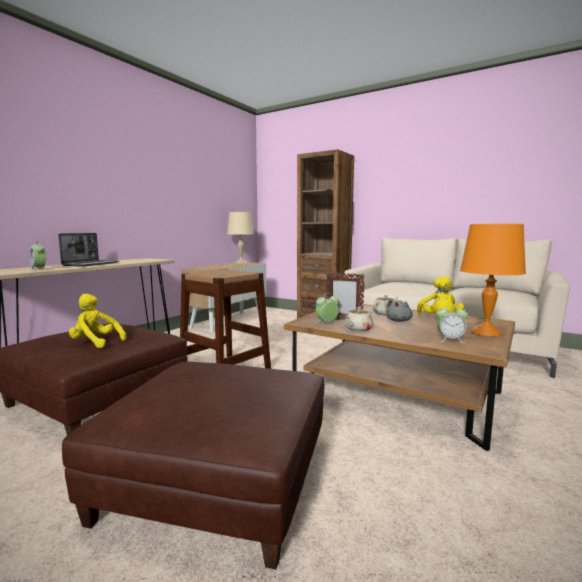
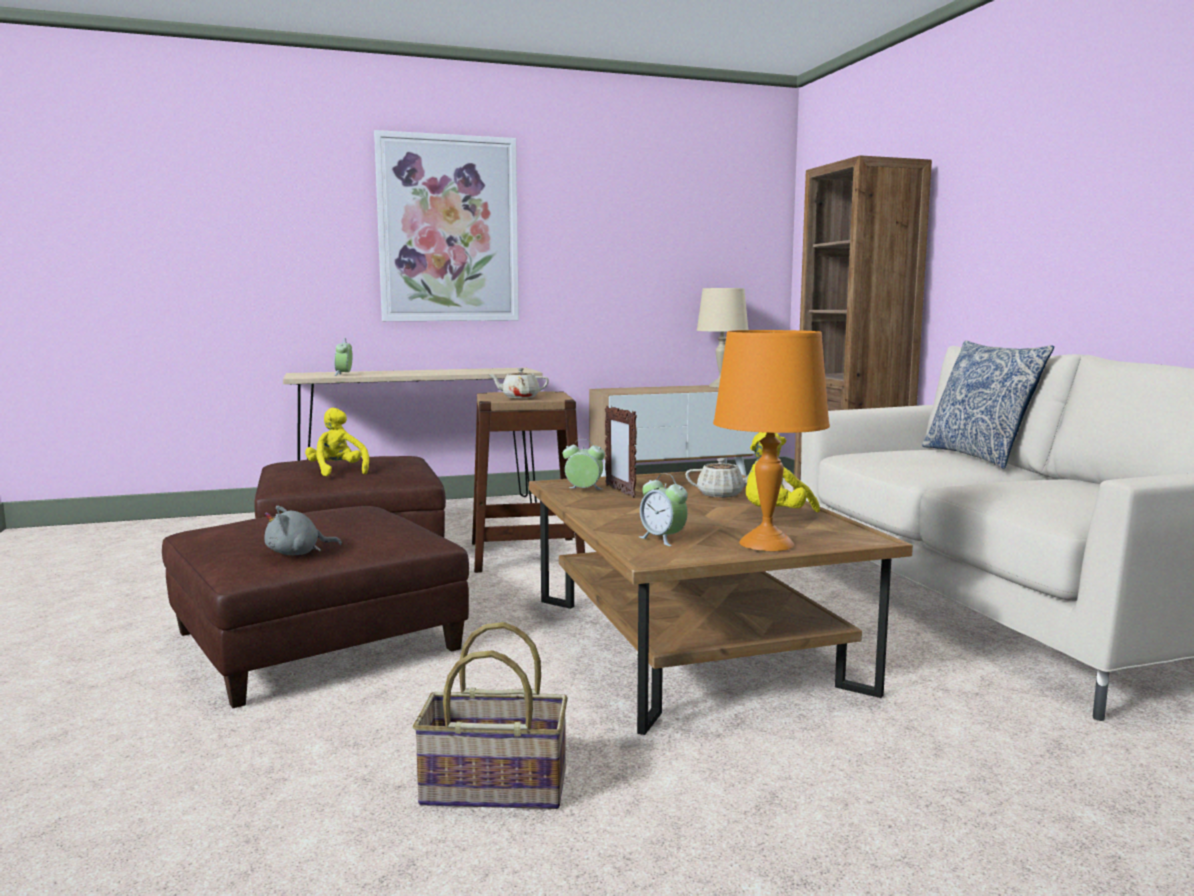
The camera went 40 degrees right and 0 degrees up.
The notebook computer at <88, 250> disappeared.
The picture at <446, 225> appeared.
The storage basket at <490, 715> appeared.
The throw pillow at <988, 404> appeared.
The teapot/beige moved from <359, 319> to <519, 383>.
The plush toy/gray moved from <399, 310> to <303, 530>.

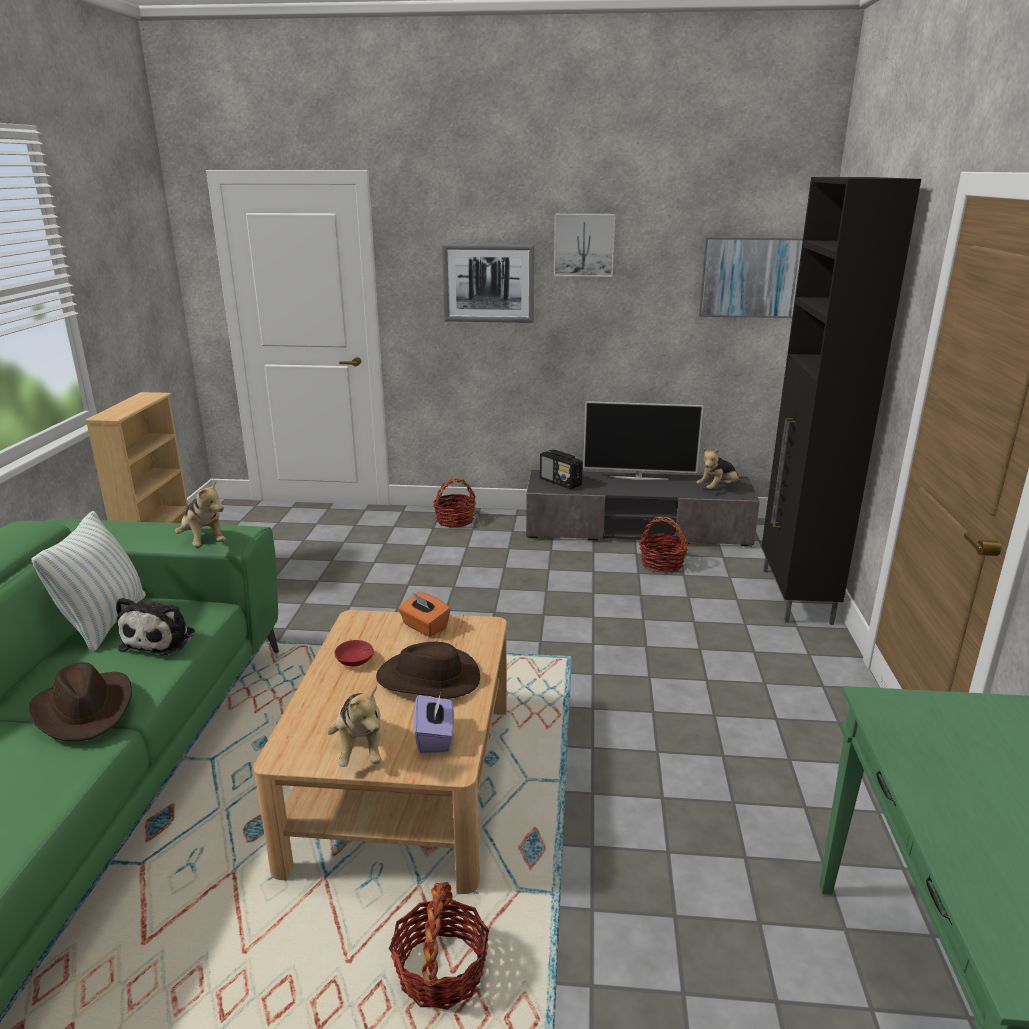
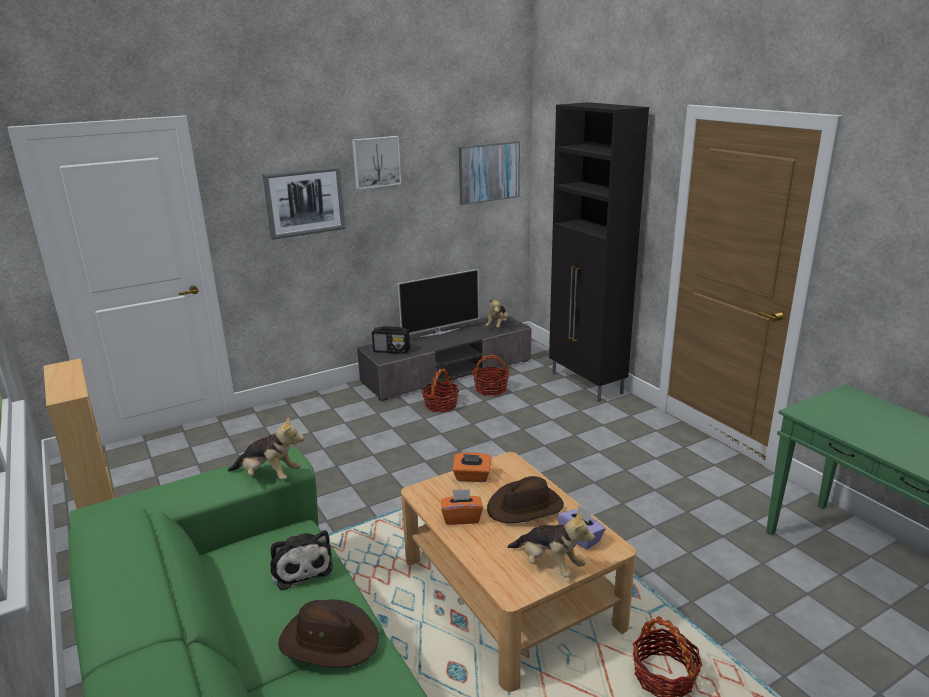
The camera went 35 degrees left and 0 degrees up.
The throw pillow at <89, 582> disappeared.
The storage basket moved from <454, 502> to <440, 390>.
The bowl/red at <354, 653> was replaced by the tissue box/orangey at <462, 507>.

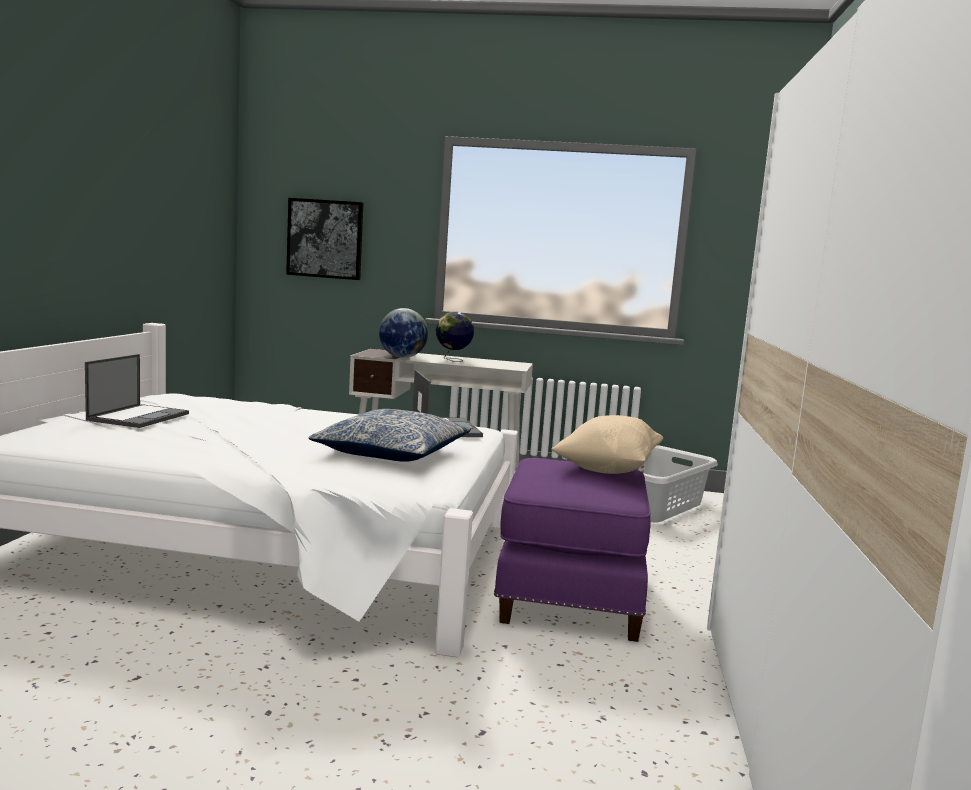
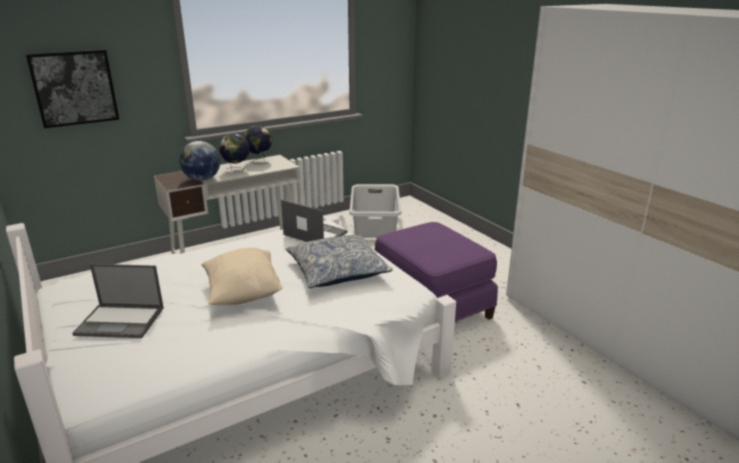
The camera went 40 degrees left and 15 degrees up.
The world globe at <258, 144> appeared.
The throw pillow/beige moved from <607, 444> to <242, 276>.
The notebook computer at <137, 391> turned 120 degrees clockwise.

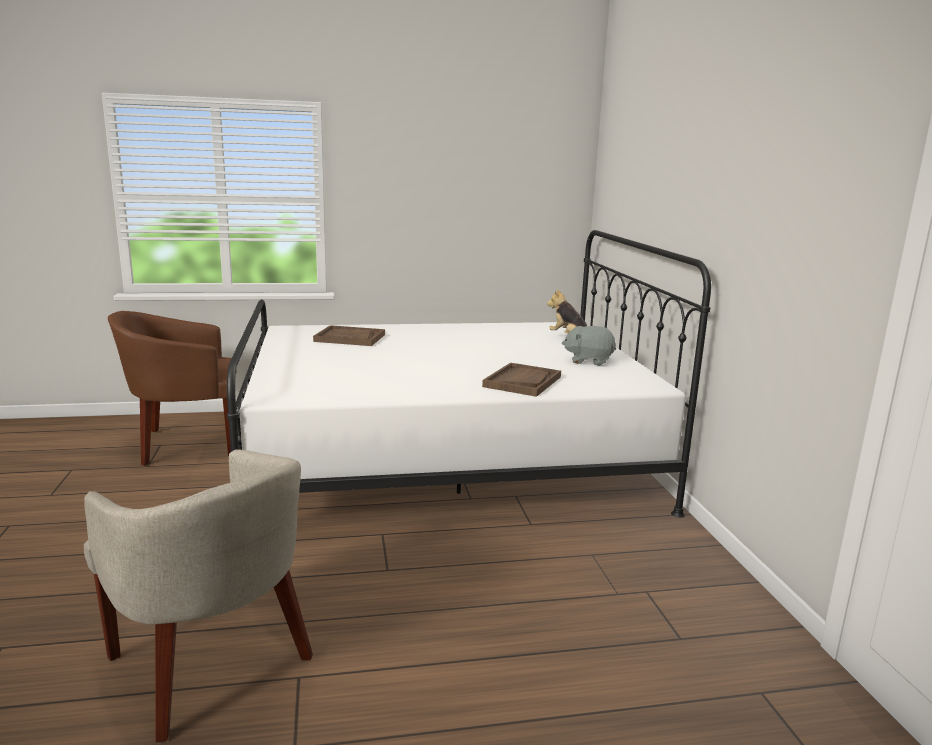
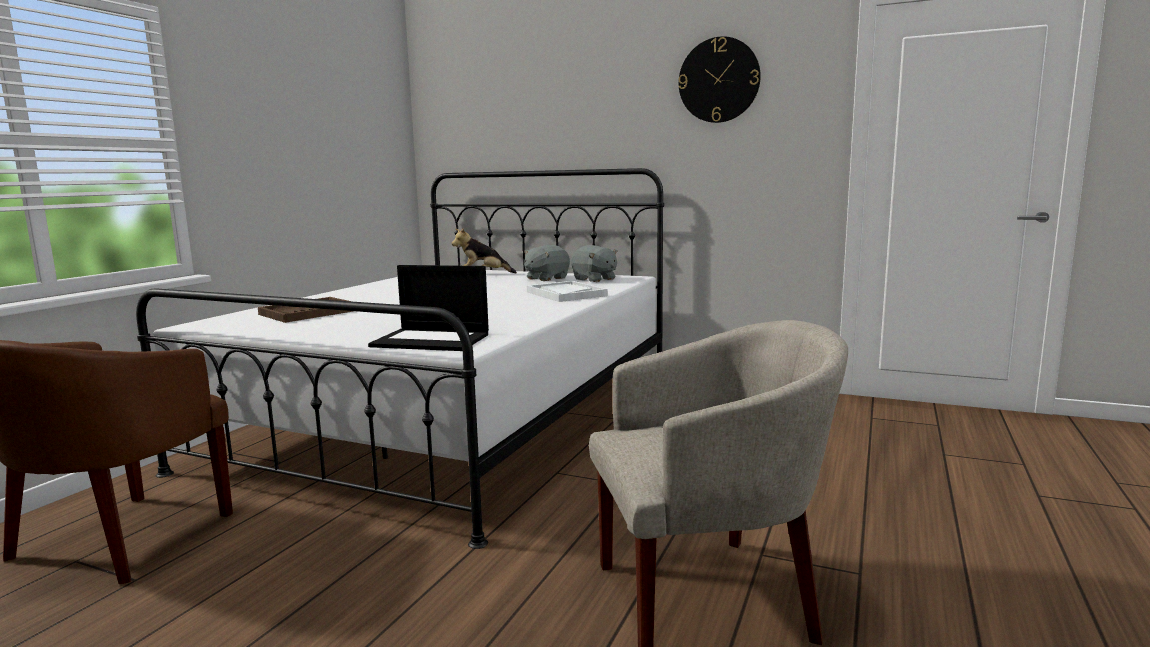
The camera went 55 degrees left and 5 degrees down.
The notebook computer at <428, 308> appeared.
The plush toy/gray at <594, 263> appeared.
The hanging clock at <719, 79> appeared.
The tray/brown-coloured at <521, 380> became the tray/white at <567, 291>.

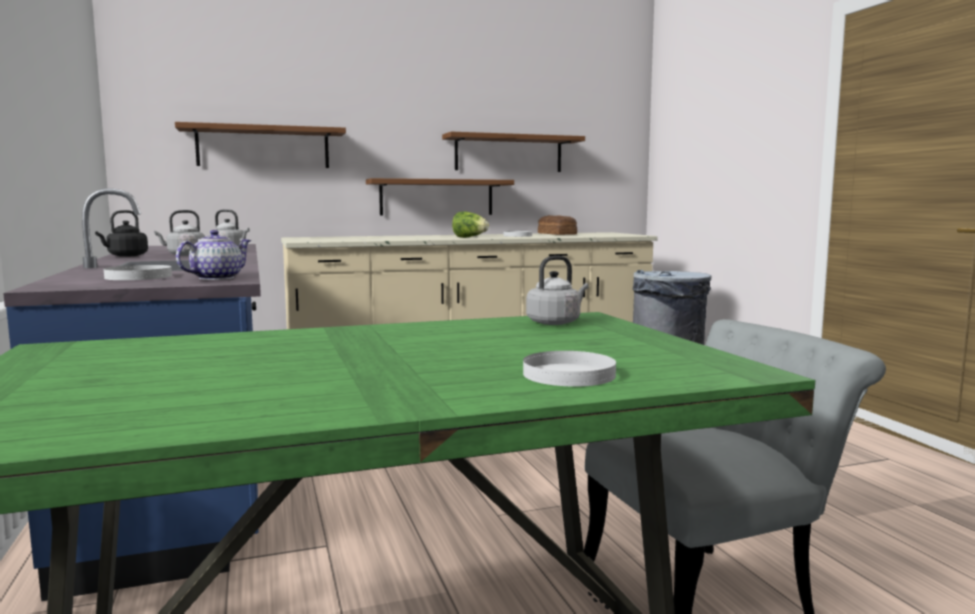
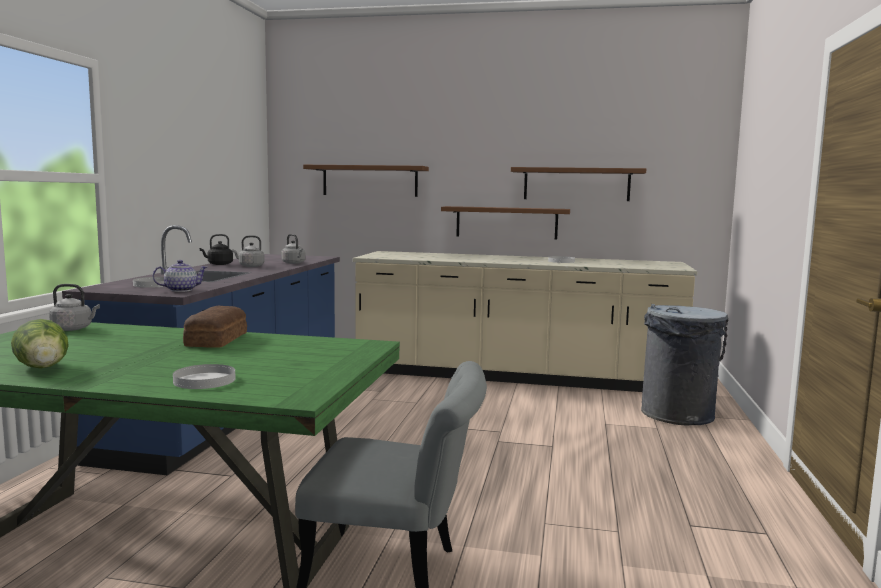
The camera went 30 degrees right and 0 degrees up.
The head of lettuce moved from <470, 225> to <40, 343>.
The kettle/gray moved from <557, 290> to <74, 307>.
The baked bread moved from <557, 225> to <215, 327>.

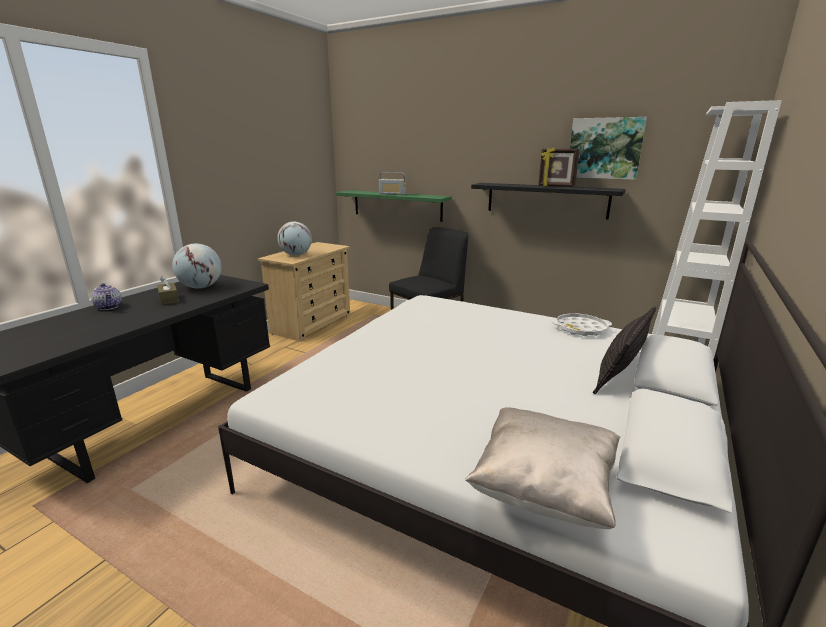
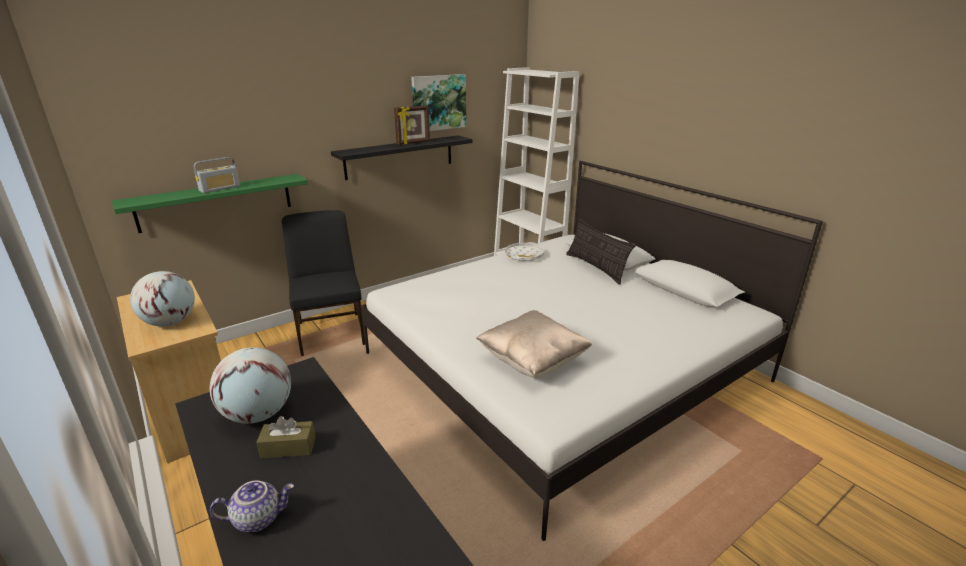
The camera went 65 degrees left and 5 degrees up.
The throw pillow/beige moved from <542, 468> to <534, 344>.

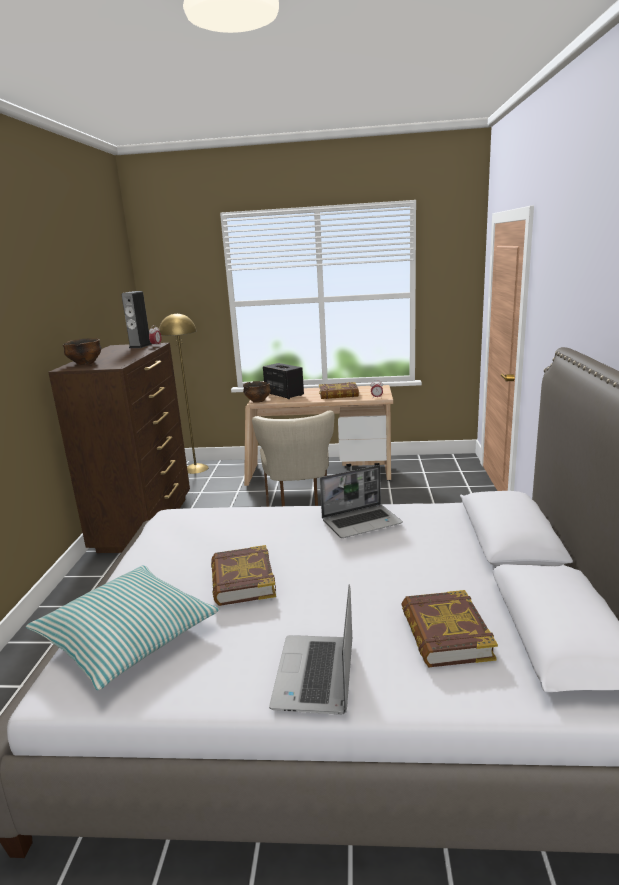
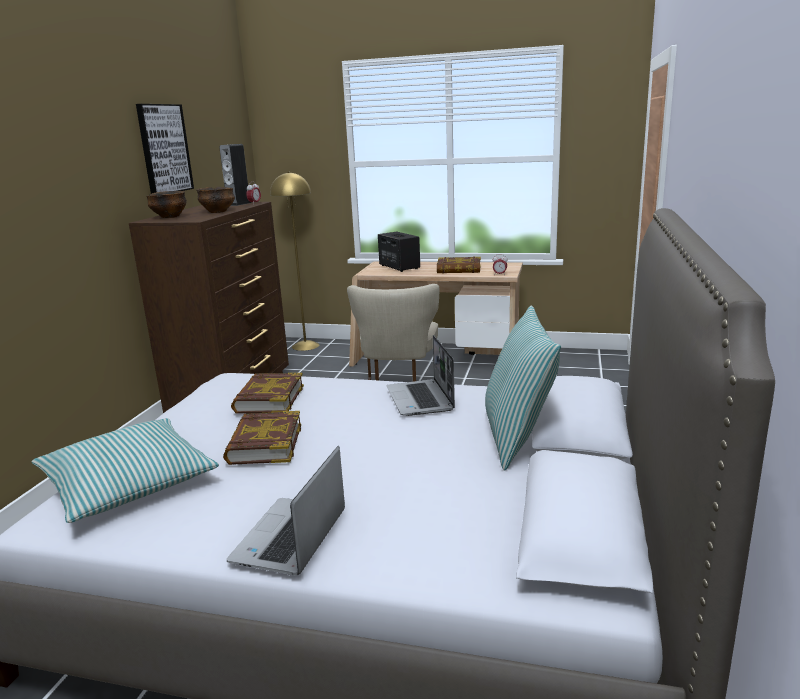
The camera went 10 degrees right and 0 degrees up.
The picture at <165, 149> appeared.
The throw pillow at <523, 388> appeared.
The bowl moved from <257, 392> to <215, 200>.
The bound book moved from <449, 628> to <267, 393>.
The notebook computer at <361, 501> turned 90 degrees clockwise.

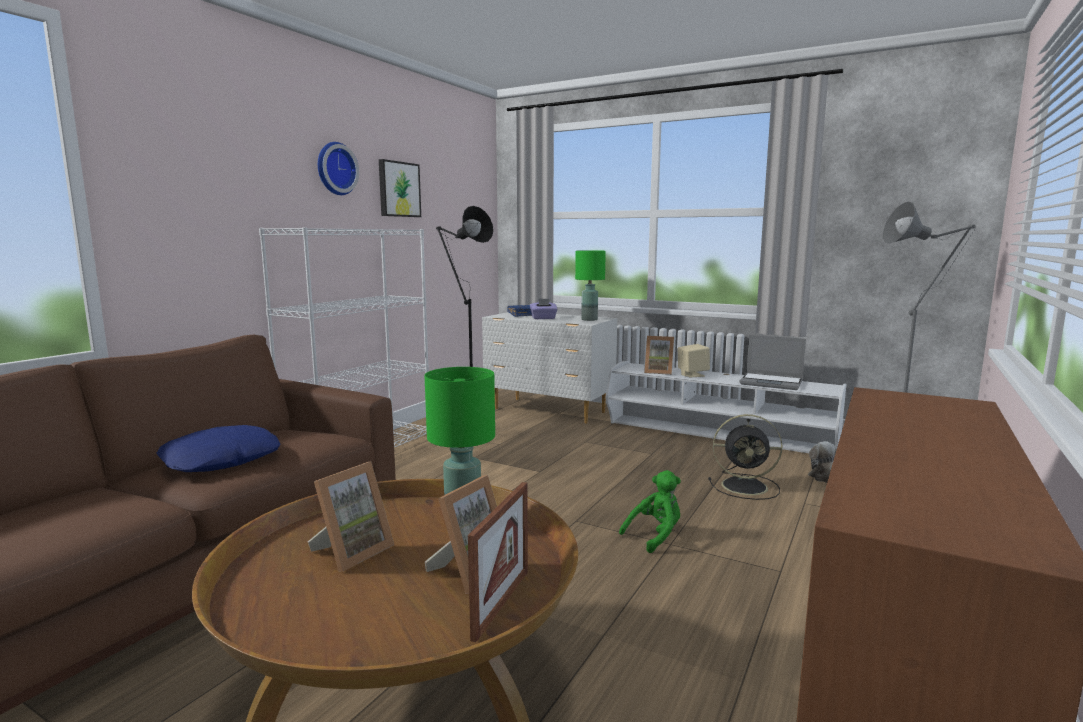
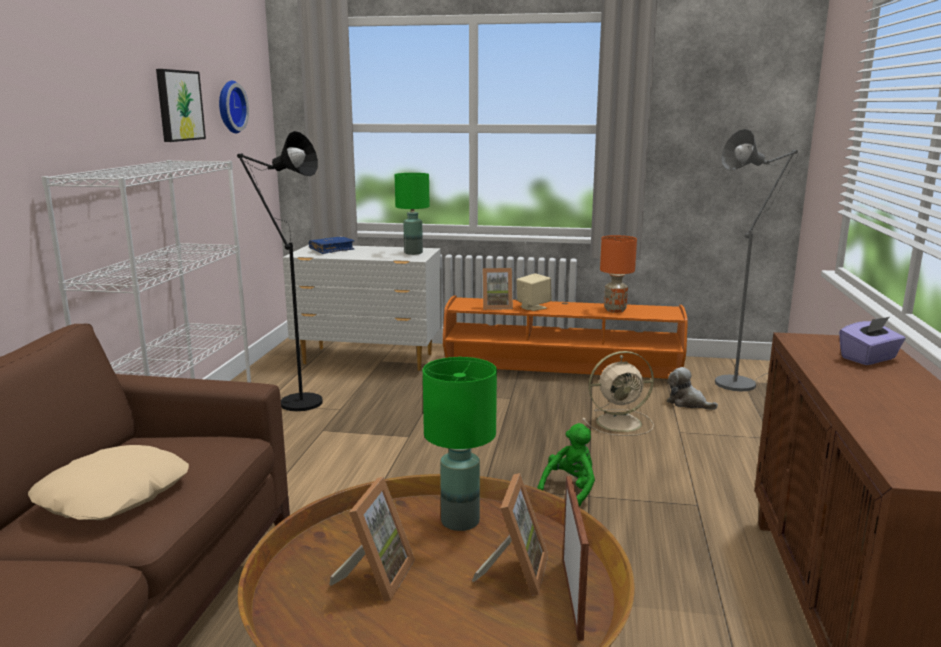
The camera went 20 degrees left and 5 degrees up.
The hanging clock moved from <338, 168> to <234, 107>.
The tissue box/purple moved from <544, 309> to <872, 341>.
The notebook computer at <772, 362> was replaced by the tabletop lamp/orangey at <618, 274>.
The throw pillow/blue at <218, 448> became the throw pillow/beige at <108, 482>.
The media console/white at <726, 409> became the media console/orangey at <565, 337>.
The cooling fan/blackish at <745, 457> became the cooling fan/beige at <618, 393>.

